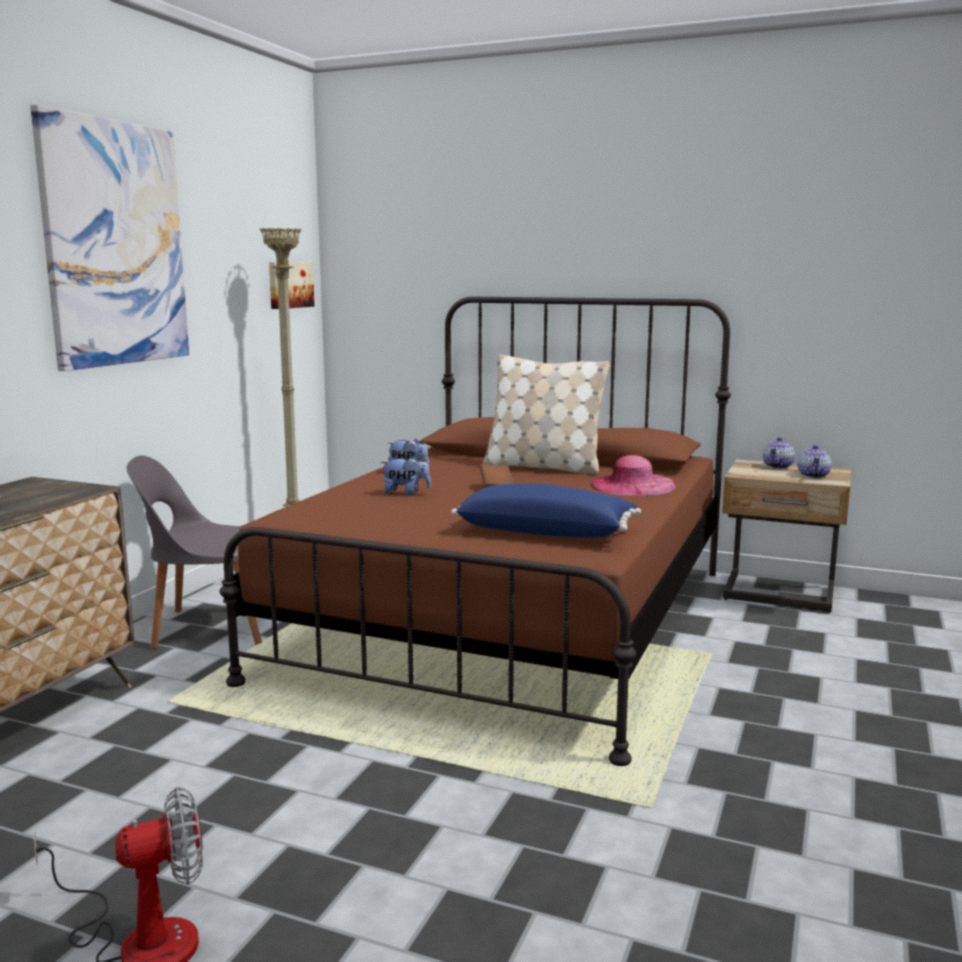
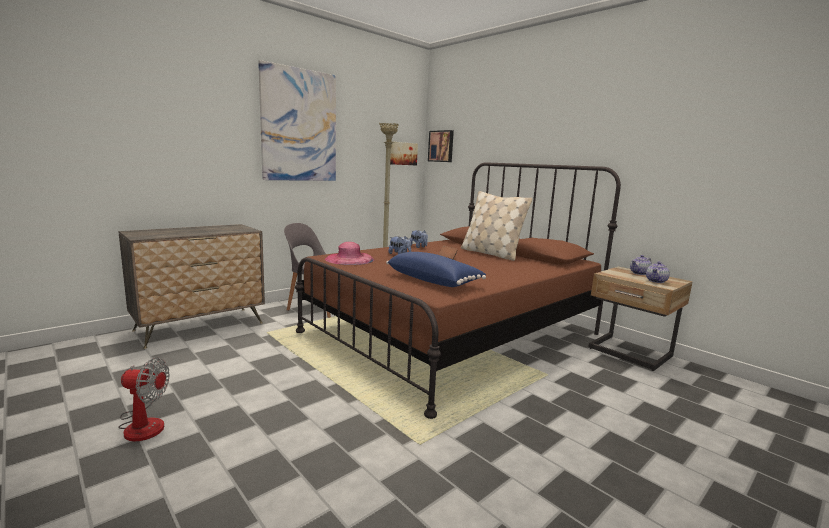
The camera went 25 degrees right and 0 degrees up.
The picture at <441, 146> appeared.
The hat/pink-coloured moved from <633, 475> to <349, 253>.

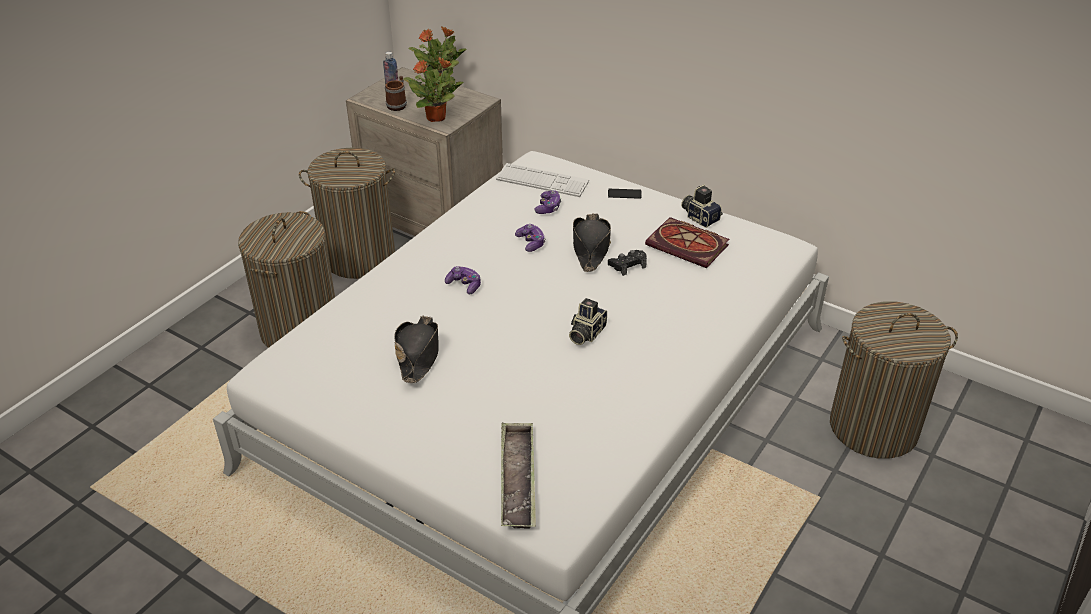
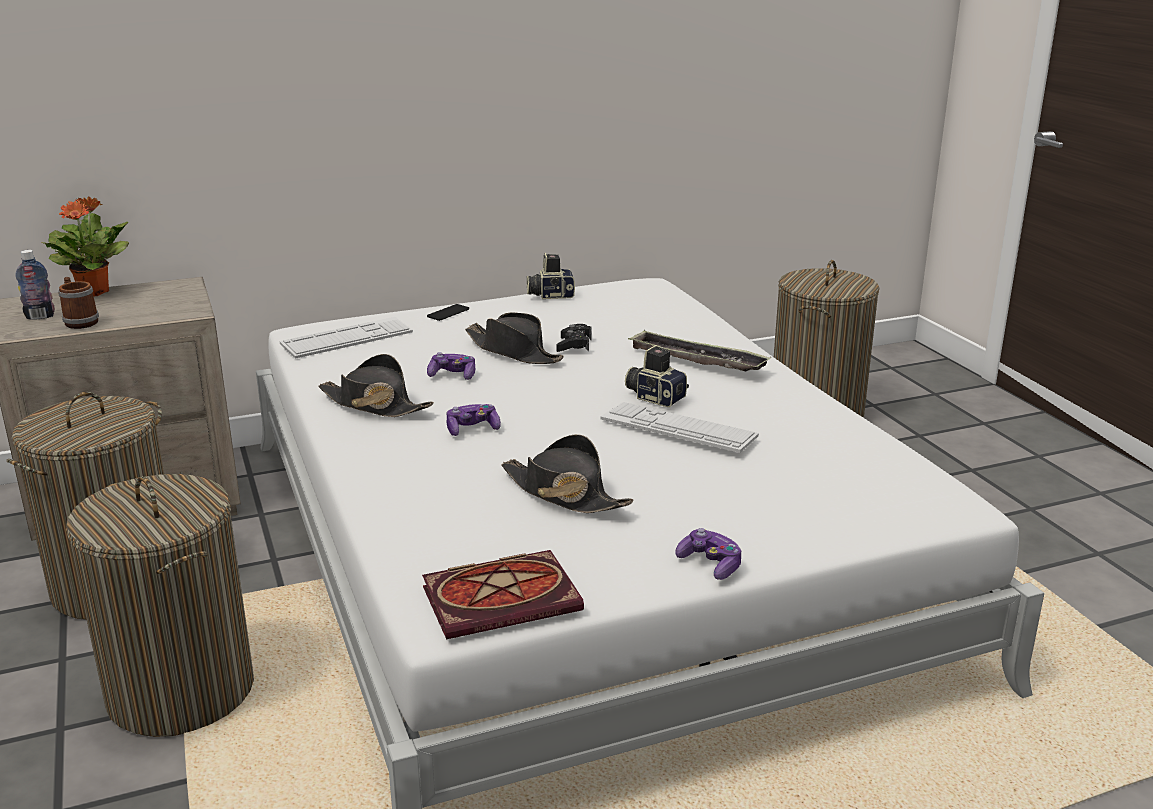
The camera went 55 degrees left and 15 degrees down.
The potted plant at <433, 89> disappeared.
The hat/blackish at <376, 385> appeared.
The keyboard at <680, 427> appeared.
The tray moved from <518, 475> to <699, 350>.
The joypad moved from <547, 202> to <708, 554>.
The bound book moved from <687, 242> to <503, 594>.
The photo camera at <588, 321> turned 150 degrees clockwise.

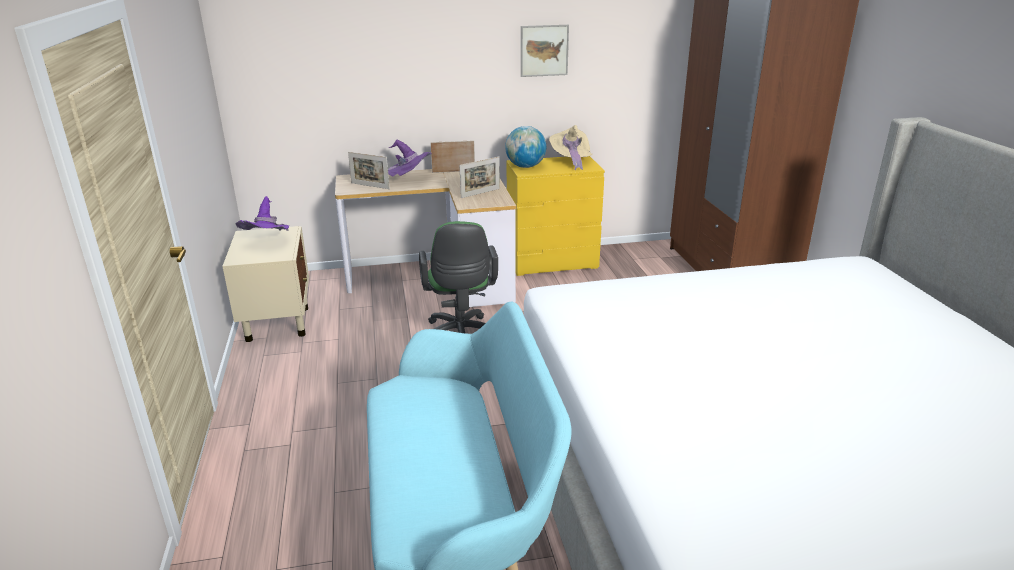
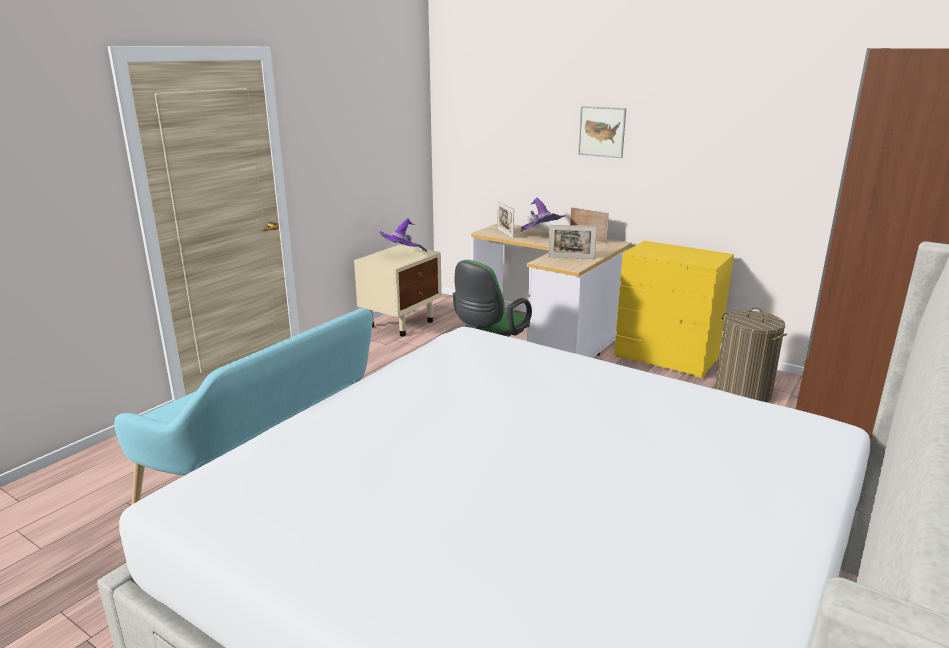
The camera went 45 degrees right and 5 degrees down.
The world globe at <525, 147> disappeared.
The hat/beige at <571, 147> disappeared.
The hamper at <751, 354> appeared.
The picture moved from <545, 51> to <602, 132>.

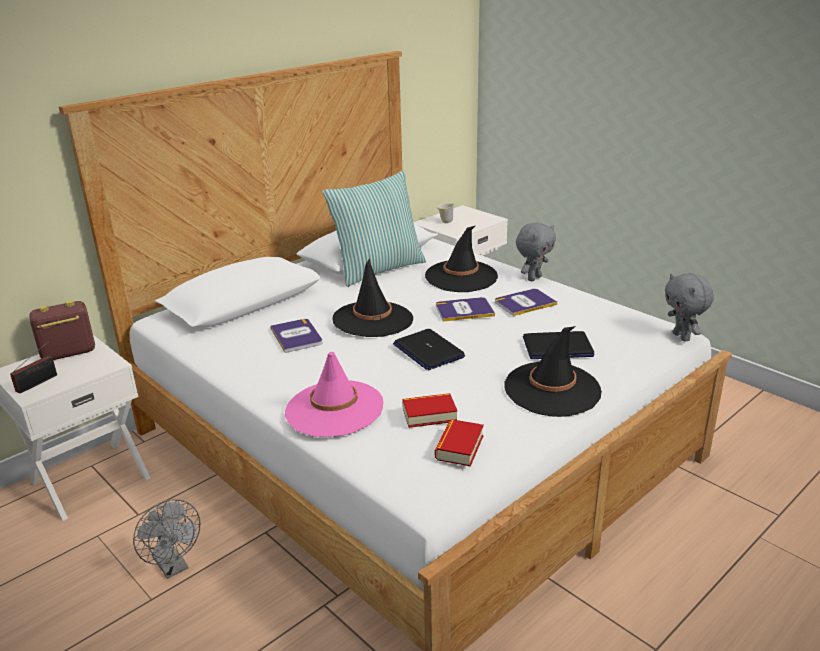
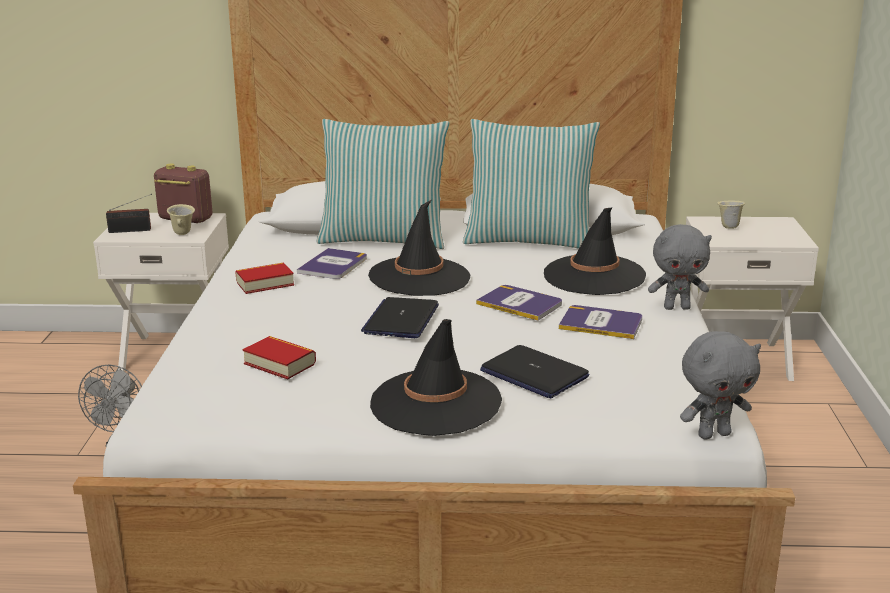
The camera went 45 degrees right and 5 degrees down.
The hat/pink-coloured at <334, 394> disappeared.
The mug/beige at <181, 219> appeared.
The throw pillow at <383, 184> appeared.
The bound book moved from <459, 443> to <264, 278>.
The plush toy/gray at <689, 307> turned 135 degrees counterclockwise.

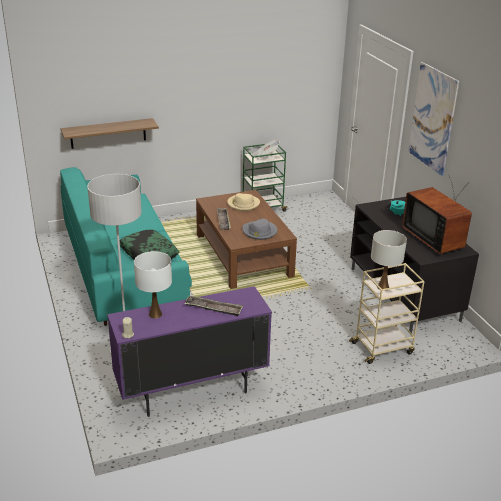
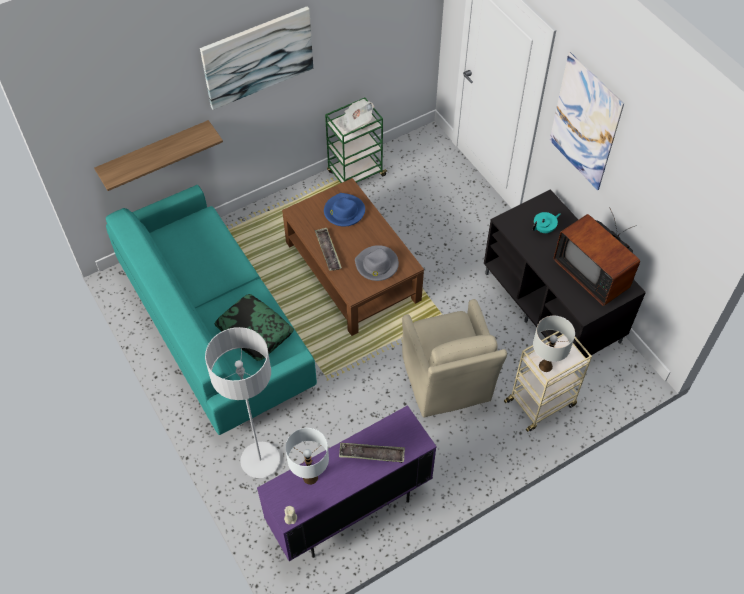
The camera went 10 degrees left and 25 degrees up.
The picture at <256, 58> appeared.
The lounge chair/beige at <454, 358> appeared.
The hat/beige at <243, 202> became the hat/blue at <344, 209>.

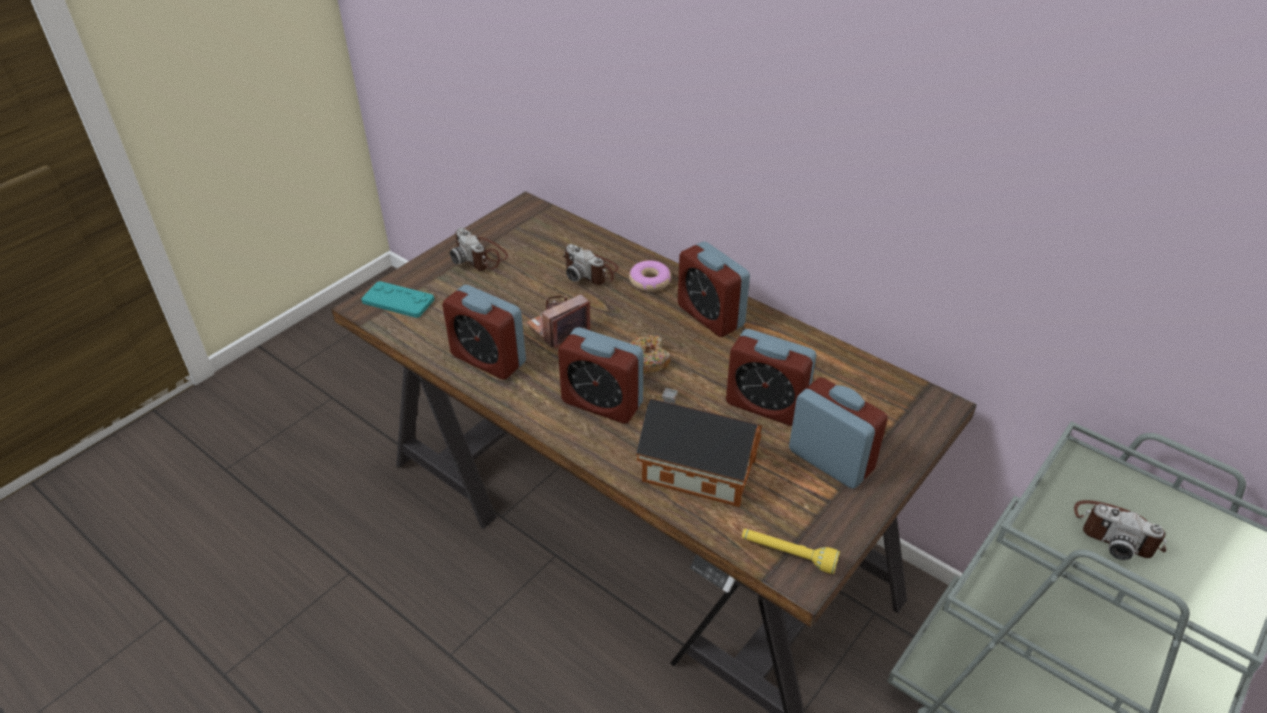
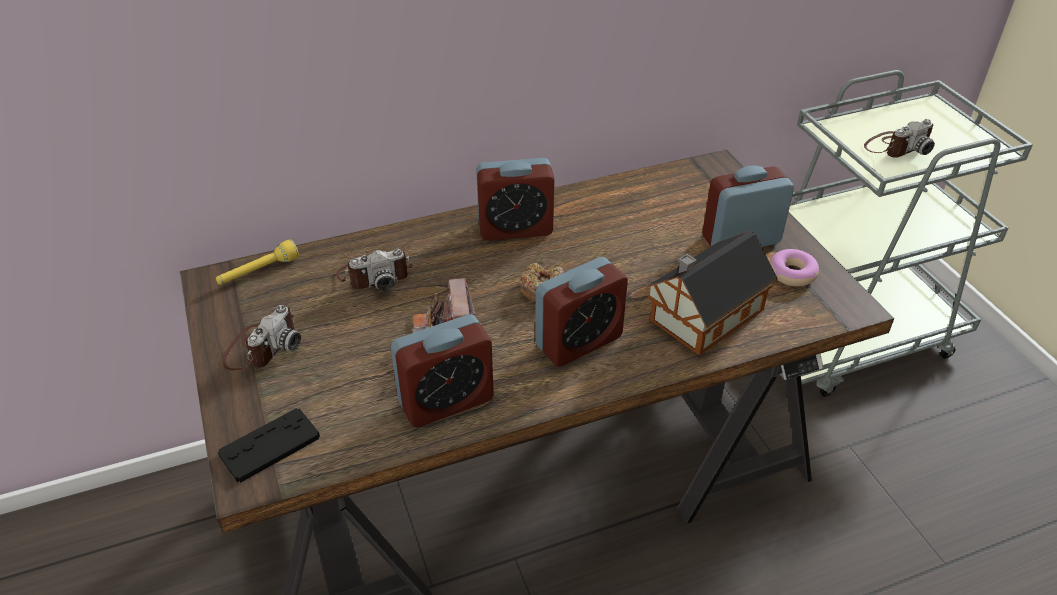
The camera went 60 degrees left and 0 degrees up.
The alarm clock at <771, 377> disappeared.
The ring doughnut moved from <650, 276> to <794, 267>.
The flashlight/yellowish moved from <791, 551> to <257, 262>.
The joypad/turquoise-coloured at <398, 299> became the joypad/blackish at <269, 445>.
The photo camera at <479, 249> turned 60 degrees counterclockwise.

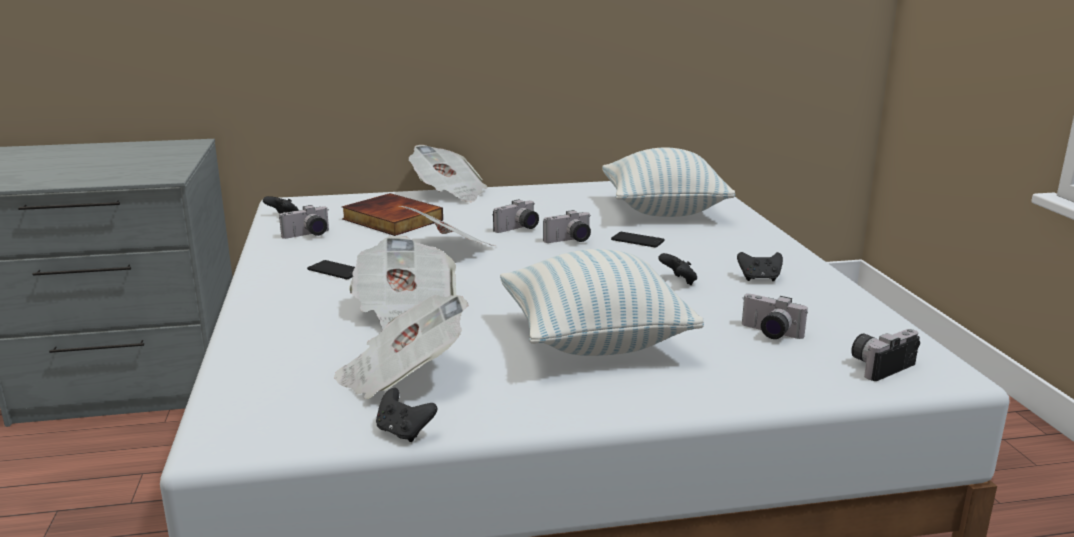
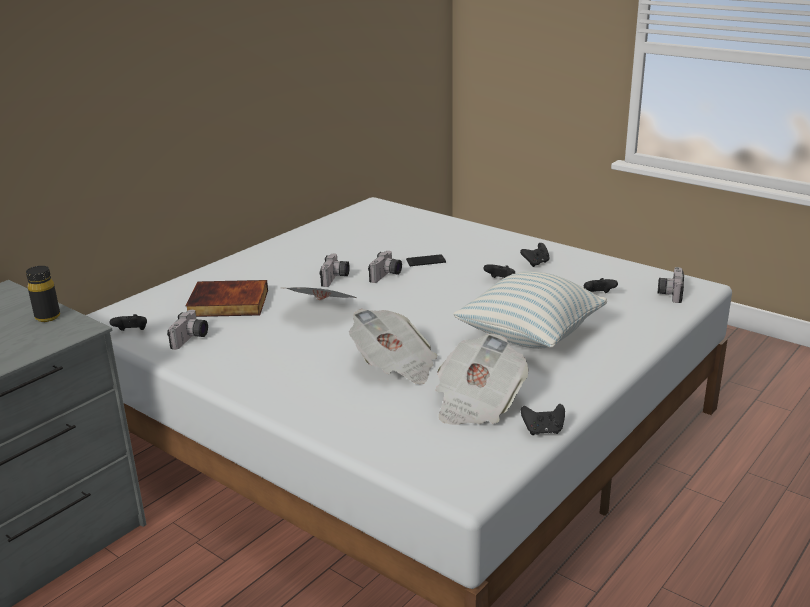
The camera went 40 degrees left and 5 degrees up.
The phone at <331, 269> disappeared.
The daily paper at <448, 173> disappeared.
The throw pillow at <668, 182> disappeared.
The bottle/blackish at <43, 294> appeared.
The photo camera at <775, 316> was replaced by the joypad/blackish at <601, 285>.

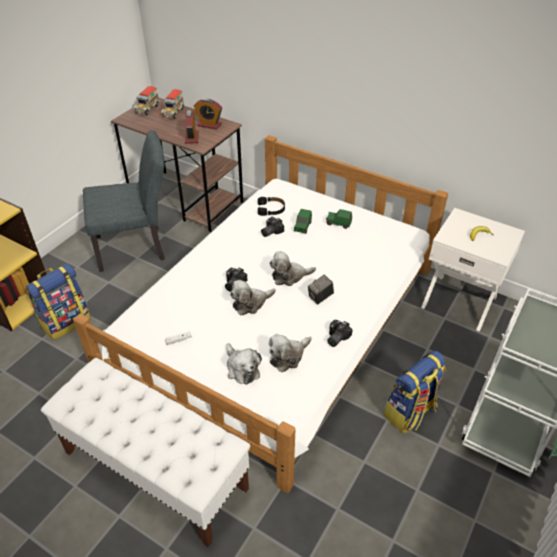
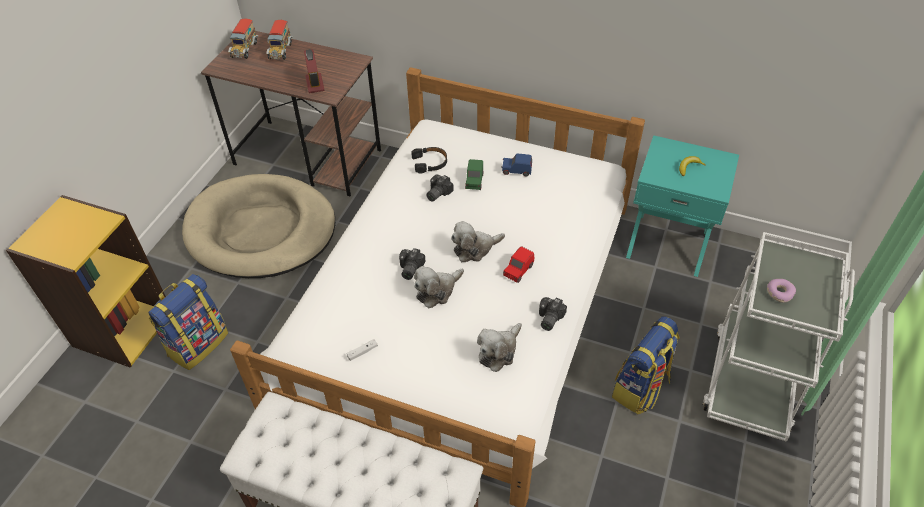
The camera went 10 degrees left and 5 degrees up.
The alarm clock at <208, 113> disappeared.
The plush toy at <244, 364> disappeared.
The ring doughnut at <781, 291> appeared.
The upright chair/gray at <124, 201> was replaced by the dog bed/beige at <258, 226>.
The photo camera at <321, 290> was replaced by the miniature car/red at <518, 264>.
The miniature car/greenish at <339, 219> became the miniature car/blue at <516, 165>.
The bedside table/white at <473, 269> became the bedside table/turquoise-coloured at <682, 206>.

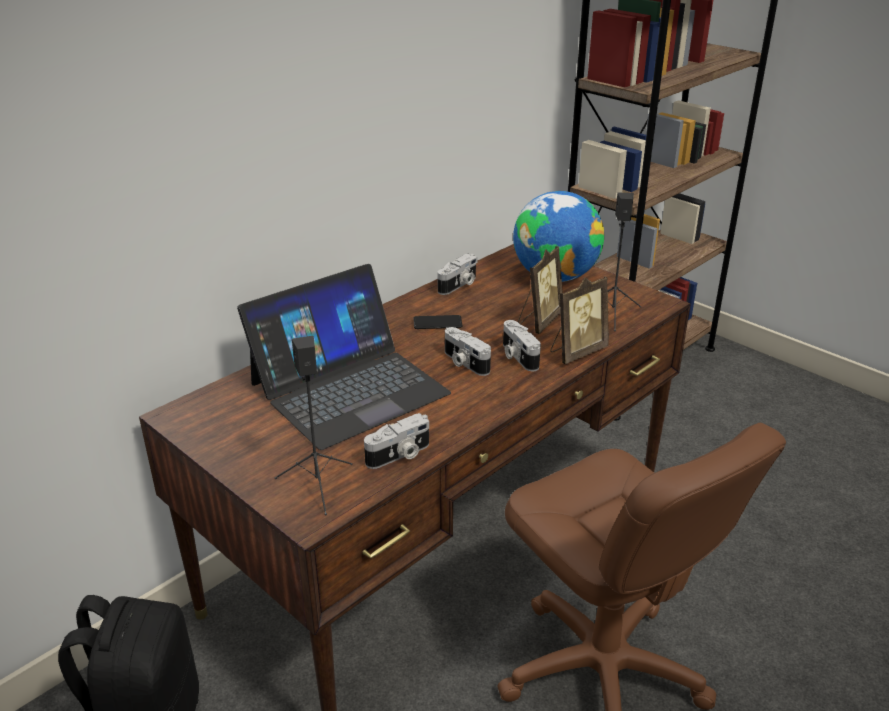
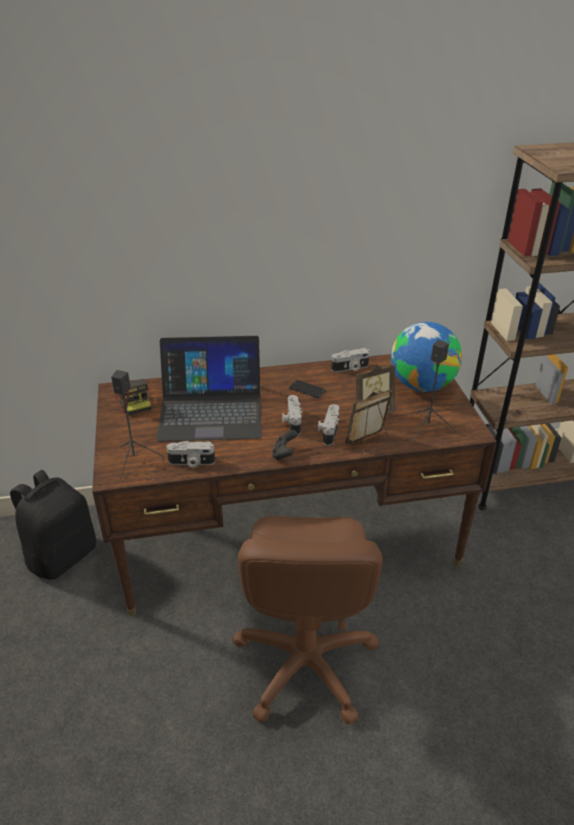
The camera went 35 degrees right and 5 degrees up.
The photo camera at <133, 397> appeared.
The joypad/blackish at <285, 445> appeared.
The picture frame at <579, 320> turned 150 degrees clockwise.

